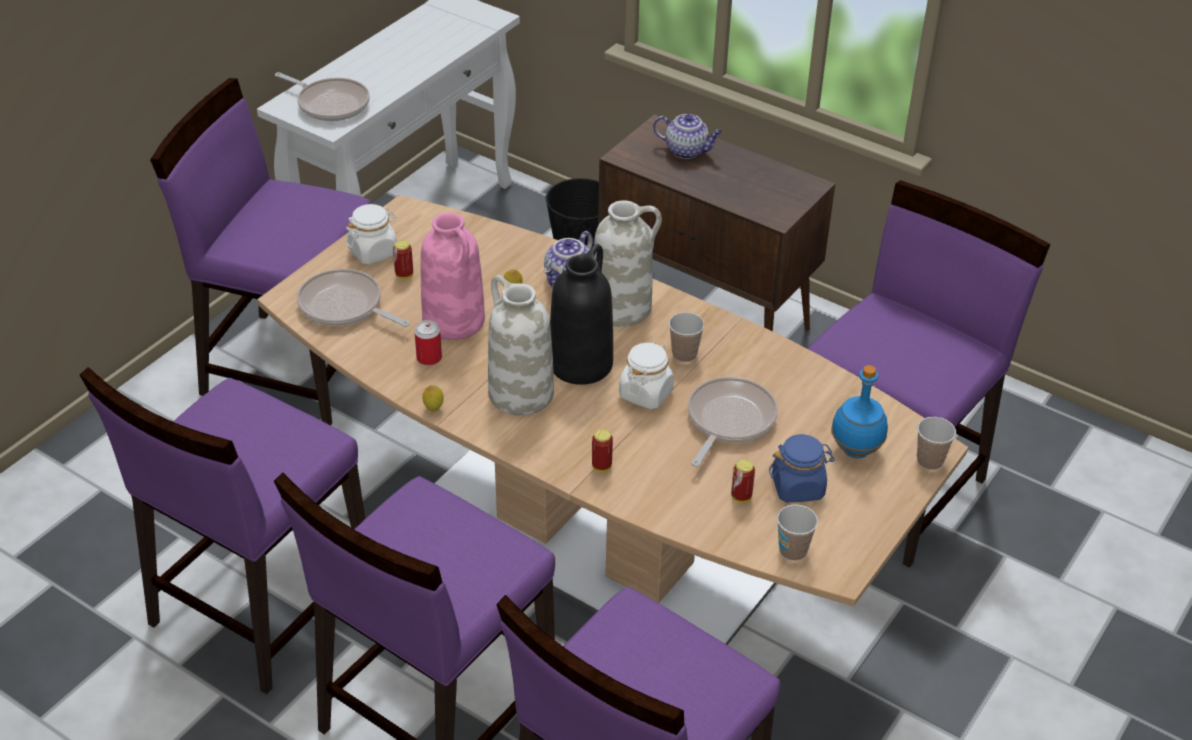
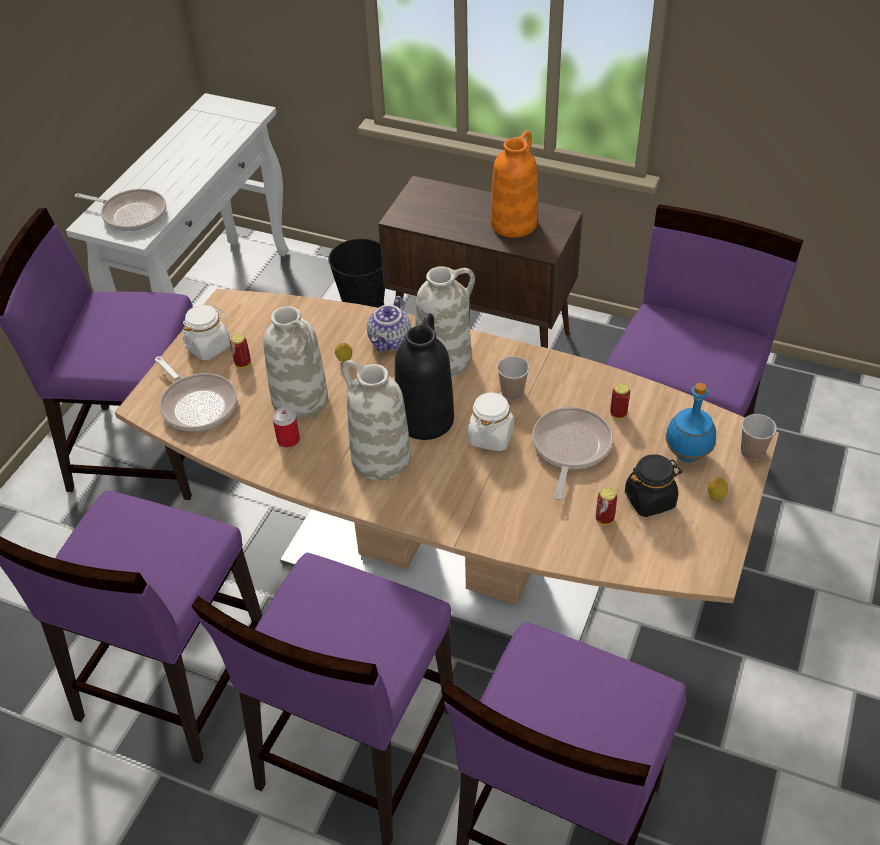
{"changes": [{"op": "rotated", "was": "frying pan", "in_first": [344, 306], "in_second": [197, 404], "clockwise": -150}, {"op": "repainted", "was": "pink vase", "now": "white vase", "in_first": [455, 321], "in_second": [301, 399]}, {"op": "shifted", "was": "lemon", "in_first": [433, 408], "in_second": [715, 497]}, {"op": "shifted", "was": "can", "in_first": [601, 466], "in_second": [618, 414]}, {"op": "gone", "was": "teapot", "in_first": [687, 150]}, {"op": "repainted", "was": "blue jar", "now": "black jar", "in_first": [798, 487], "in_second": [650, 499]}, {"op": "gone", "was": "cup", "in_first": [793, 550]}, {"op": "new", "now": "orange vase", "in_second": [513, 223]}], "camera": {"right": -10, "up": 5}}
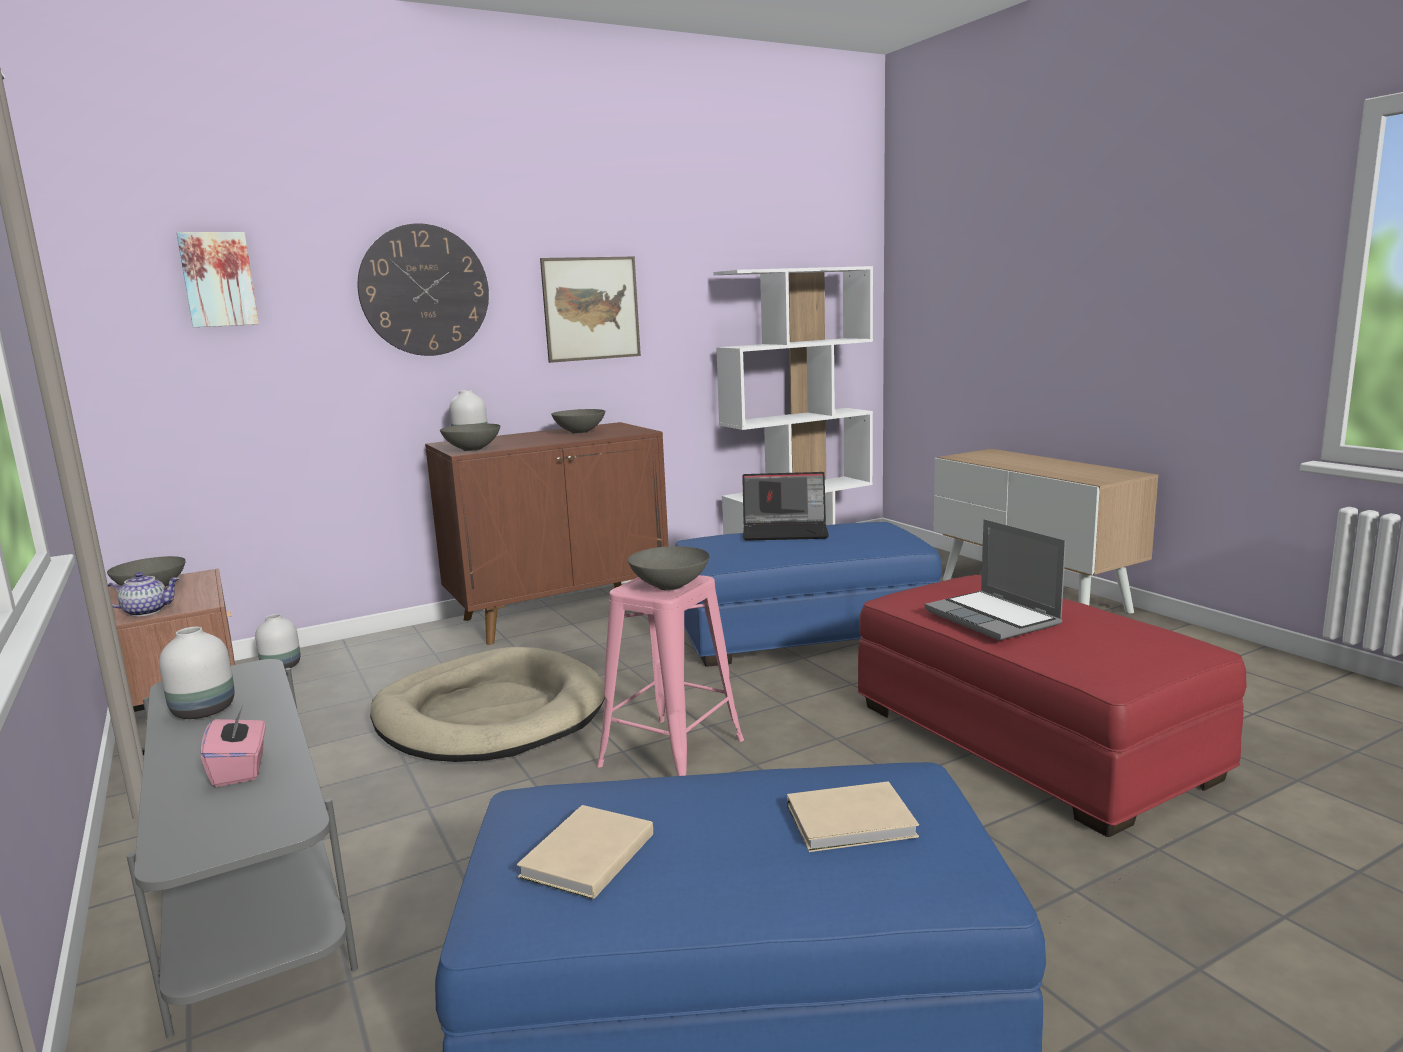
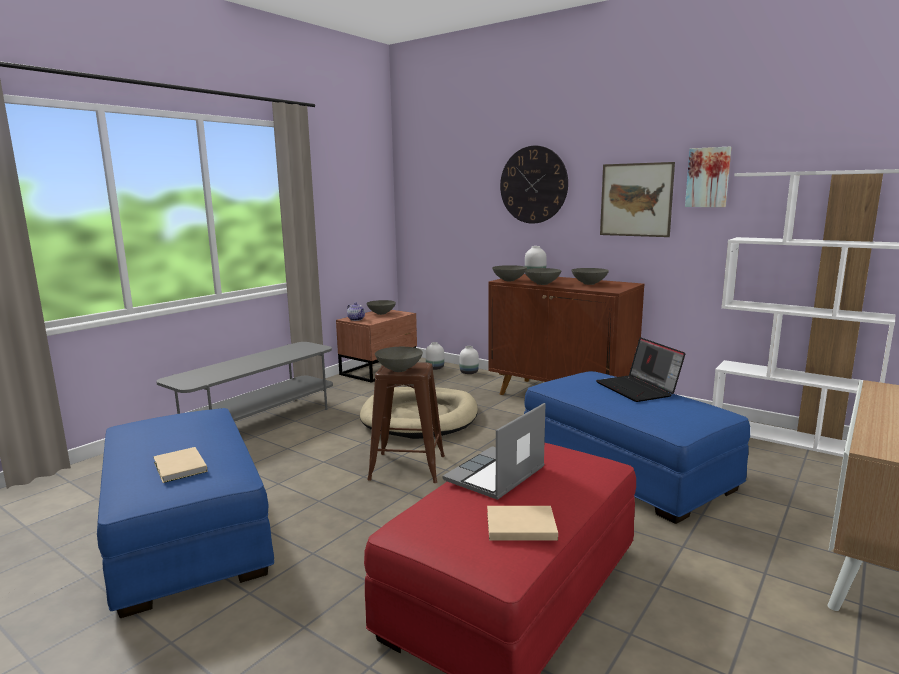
{"changes": [{"op": "shifted", "was": "white vase", "in_first": [205, 710], "in_second": [469, 372]}, {"op": "shifted", "was": "picture", "in_first": [218, 279], "in_second": [708, 177]}, {"op": "gone", "was": "pink tissue box", "in_first": [240, 769]}, {"op": "shifted", "was": "beige book", "in_first": [584, 856], "in_second": [519, 525]}, {"op": "repainted", "was": "pink stool", "now": "brown stool", "in_first": [671, 753], "in_second": [407, 467]}, {"op": "new", "now": "grey bowl", "in_second": [542, 284]}], "camera": {"right": 65, "up": 0}}
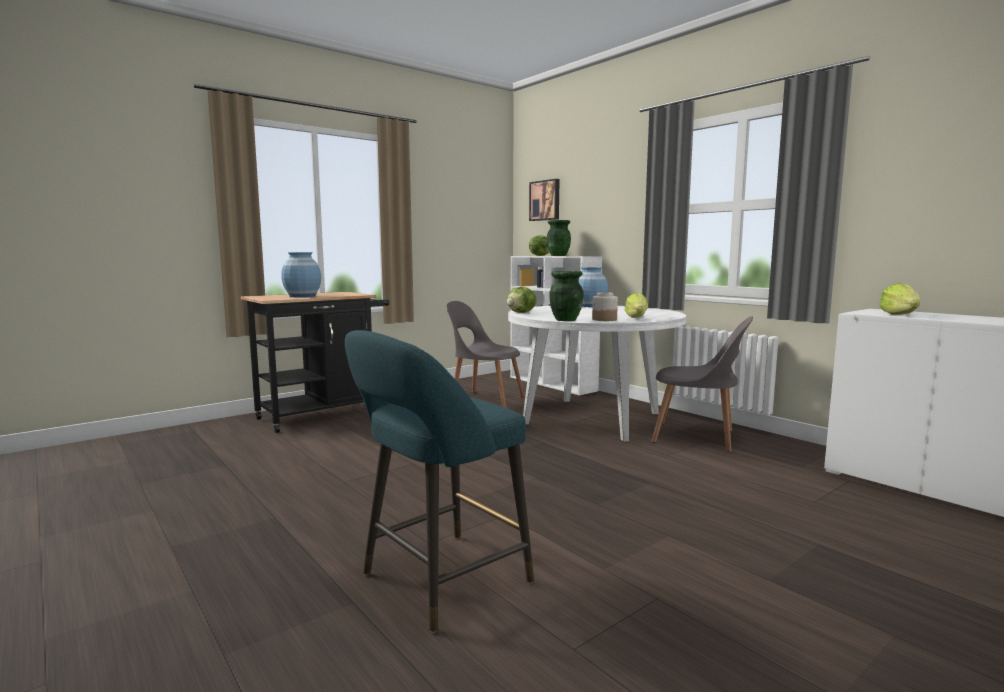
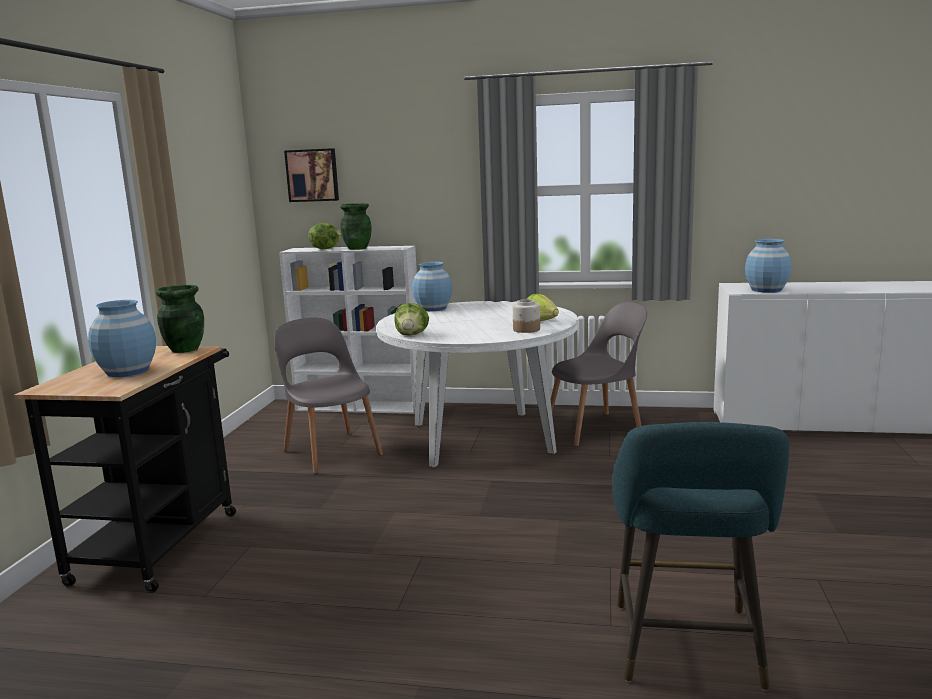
{"changes": [{"op": "rotated", "was": "grey chair", "in_first": [484, 400], "in_second": [331, 451], "clockwise": 75}, {"op": "shifted", "was": "green vase", "in_first": [565, 320], "in_second": [184, 349]}, {"op": "swapped", "was": "lettuce", "now": "blue vase", "in_first": [900, 315], "in_second": [766, 290]}], "camera": {"right": -40, "up": 5}}
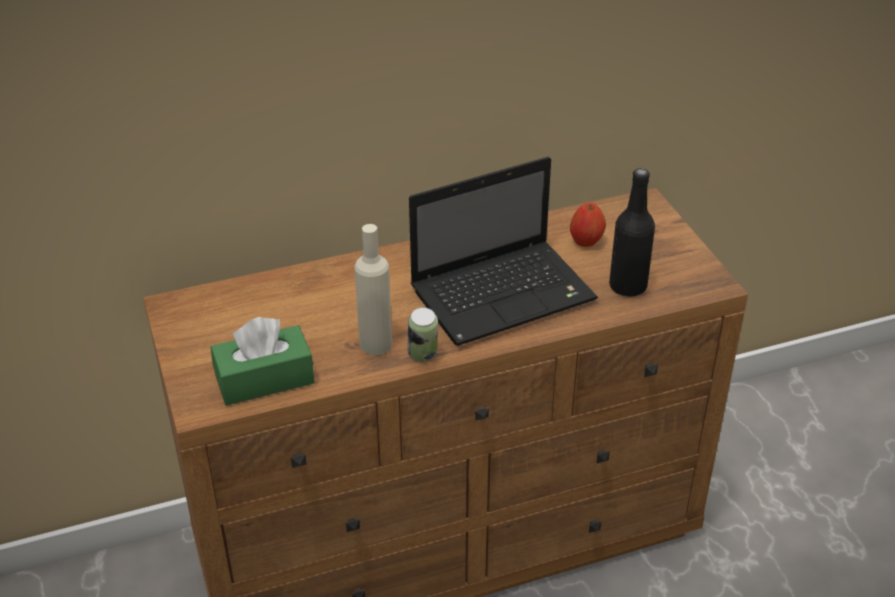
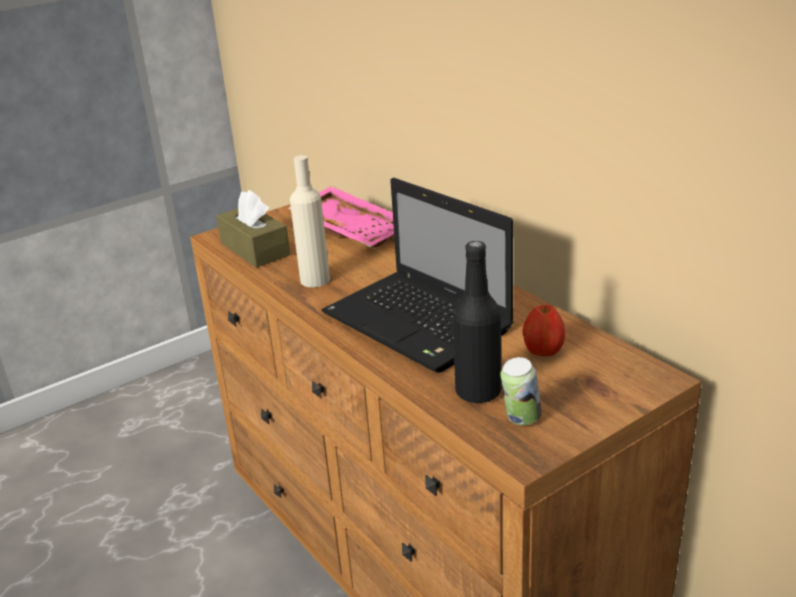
{"changes": [{"op": "repainted", "was": "green tissue box", "now": "brown tissue box", "in_first": [264, 379], "in_second": [255, 249]}, {"op": "shifted", "was": "can", "in_first": [423, 356], "in_second": [520, 419]}, {"op": "new", "now": "pink tray", "in_second": [352, 229]}], "camera": {"right": 75, "up": -10}}
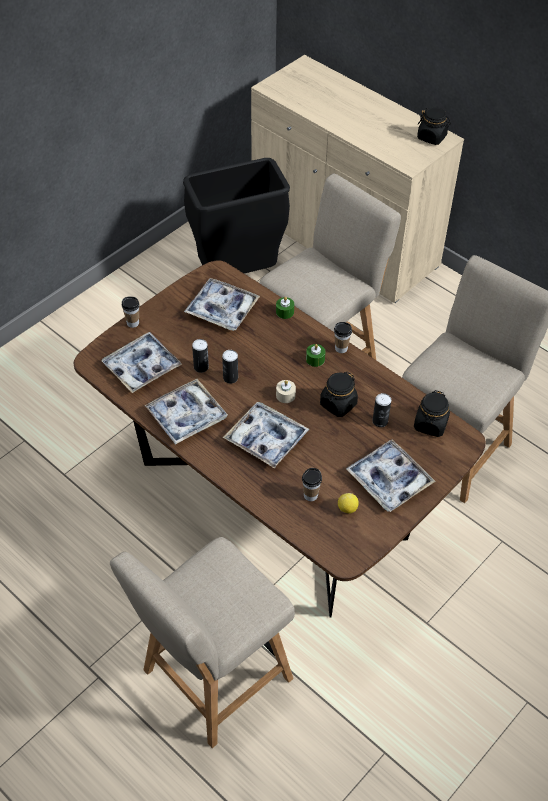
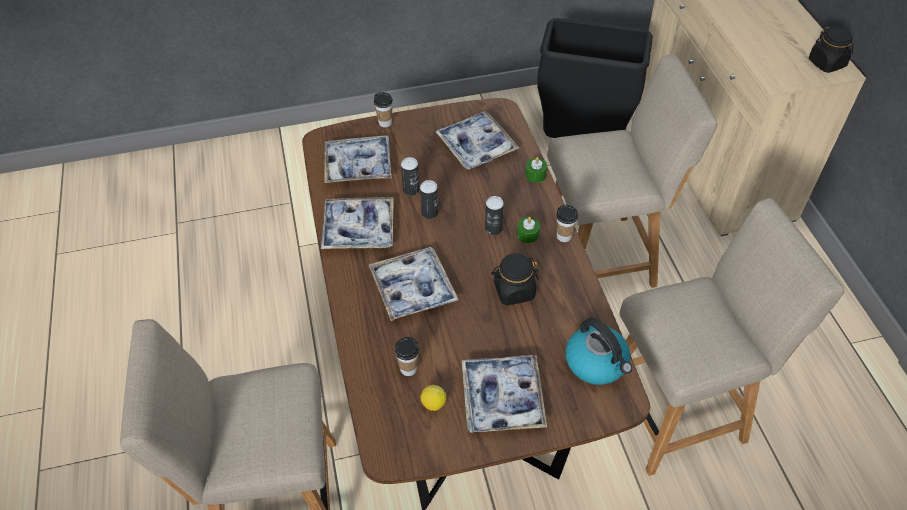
{"changes": [{"op": "gone", "was": "beige candle", "in_first": [285, 395]}, {"op": "shifted", "was": "can", "in_first": [380, 421], "in_second": [493, 229]}, {"op": "swapped", "was": "black jar", "now": "kettle", "in_first": [430, 424], "in_second": [597, 363]}], "camera": {"right": 35, "up": 0}}
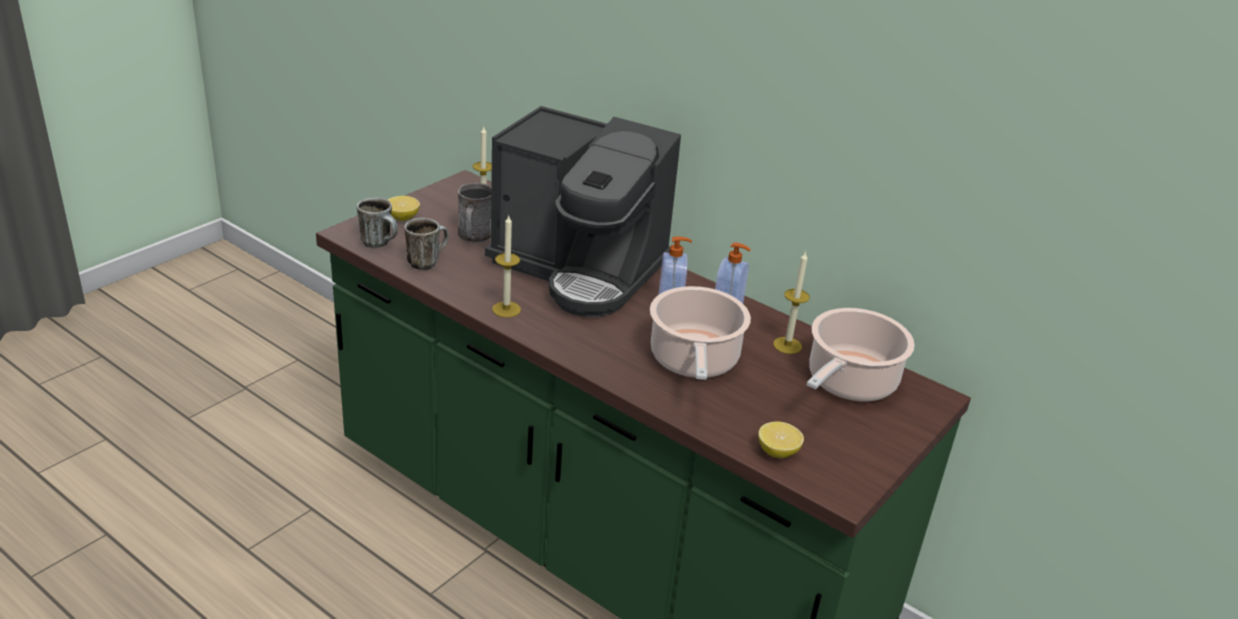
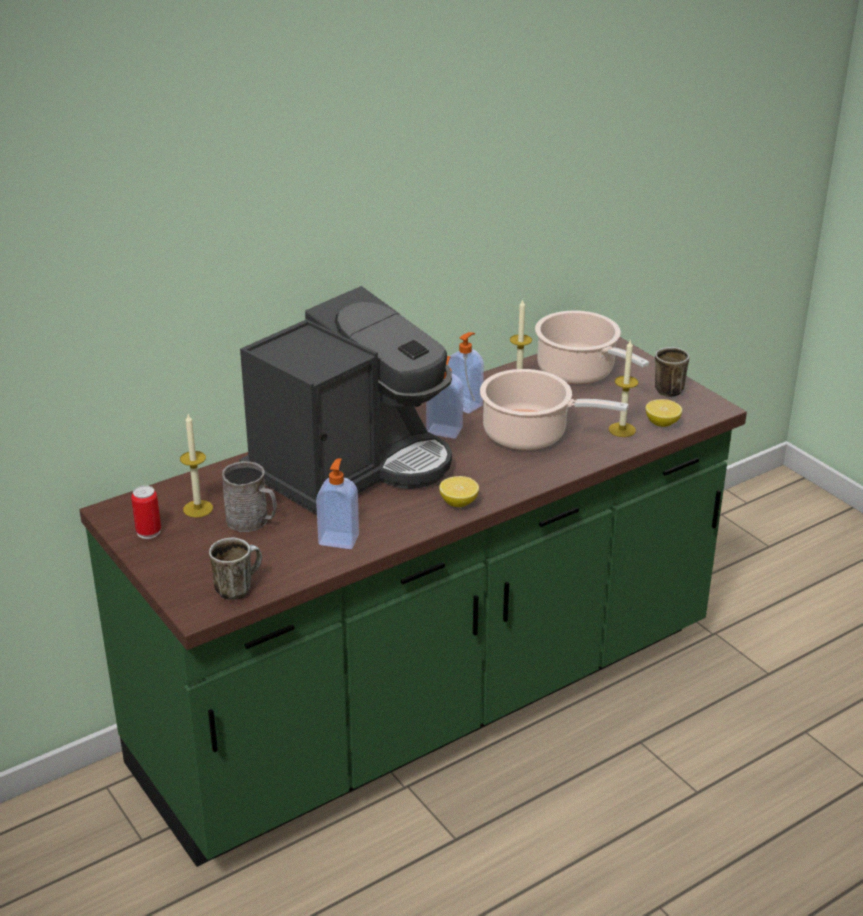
{"changes": [{"op": "shifted", "was": "lemon", "in_first": [402, 218], "in_second": [458, 502]}, {"op": "shifted", "was": "mug", "in_first": [427, 261], "in_second": [664, 389]}, {"op": "shifted", "was": "candle", "in_first": [506, 309], "in_second": [622, 430]}, {"op": "new", "now": "can", "in_second": [148, 532]}, {"op": "new", "now": "soap dispenser", "in_second": [339, 539]}], "camera": {"right": -70, "up": 0}}
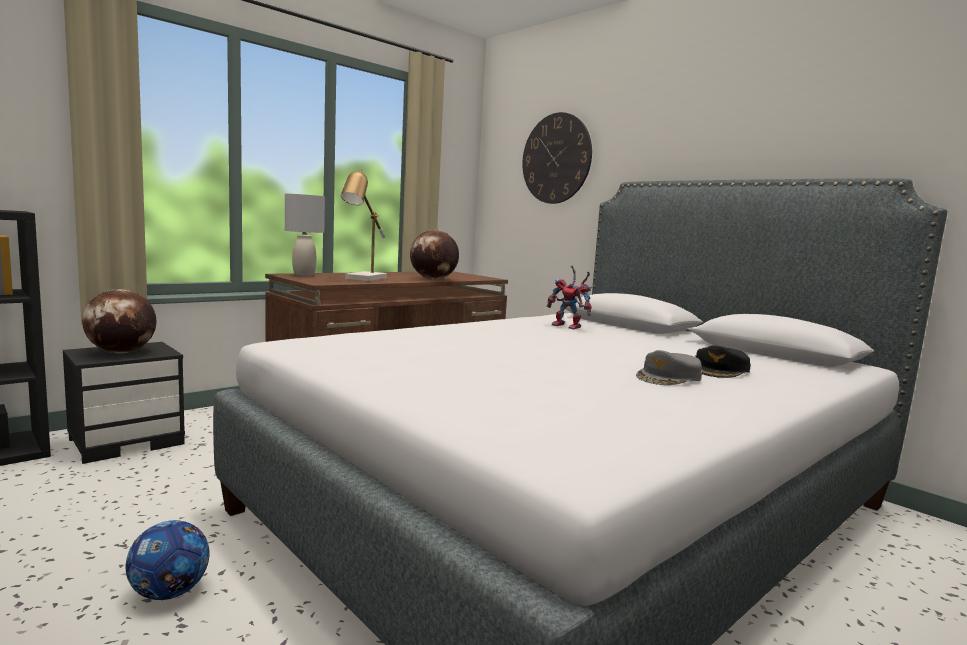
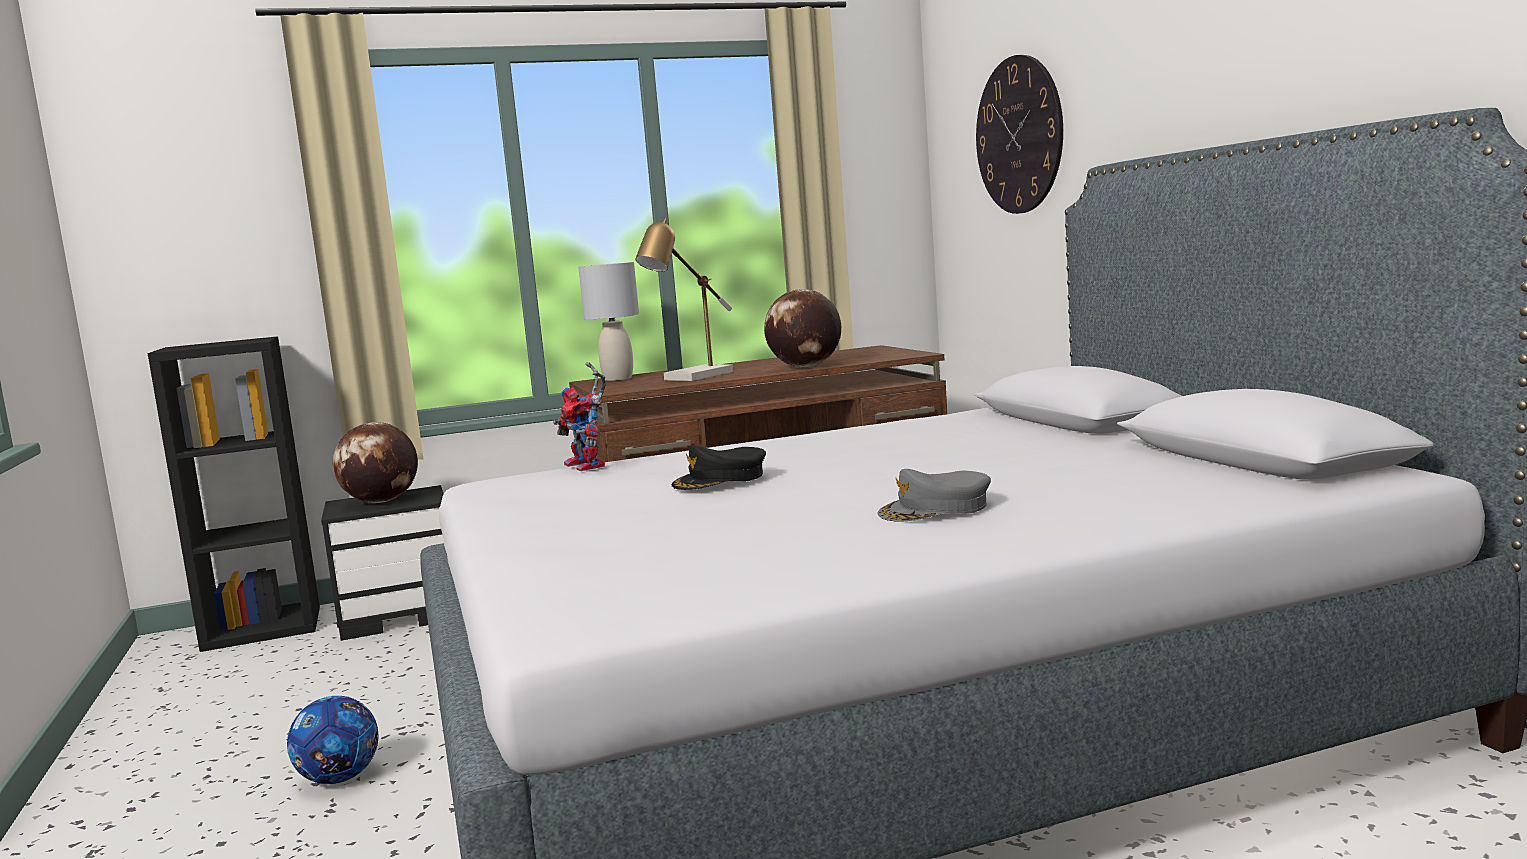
{"changes": [{"op": "shifted", "was": "toy robot", "in_first": [569, 326], "in_second": [590, 466]}, {"op": "shifted", "was": "black cap", "in_first": [720, 370], "in_second": [720, 479]}], "camera": {"right": 25, "up": 0}}
